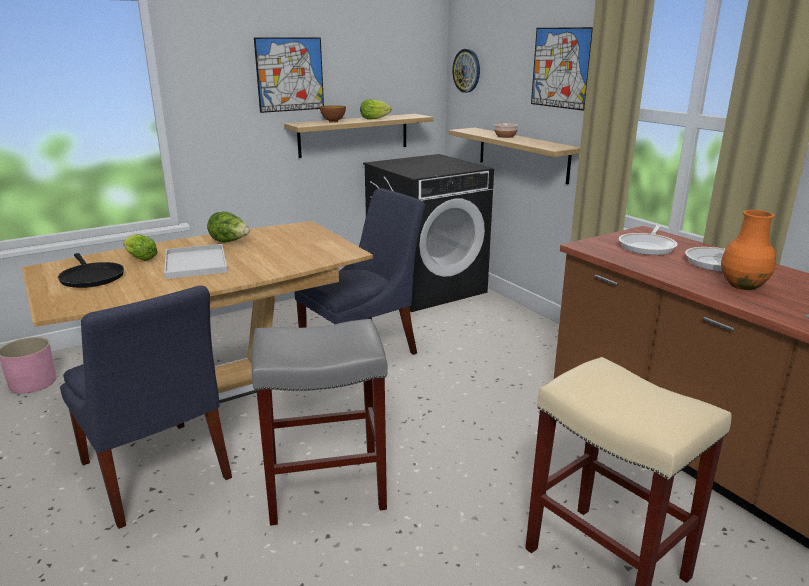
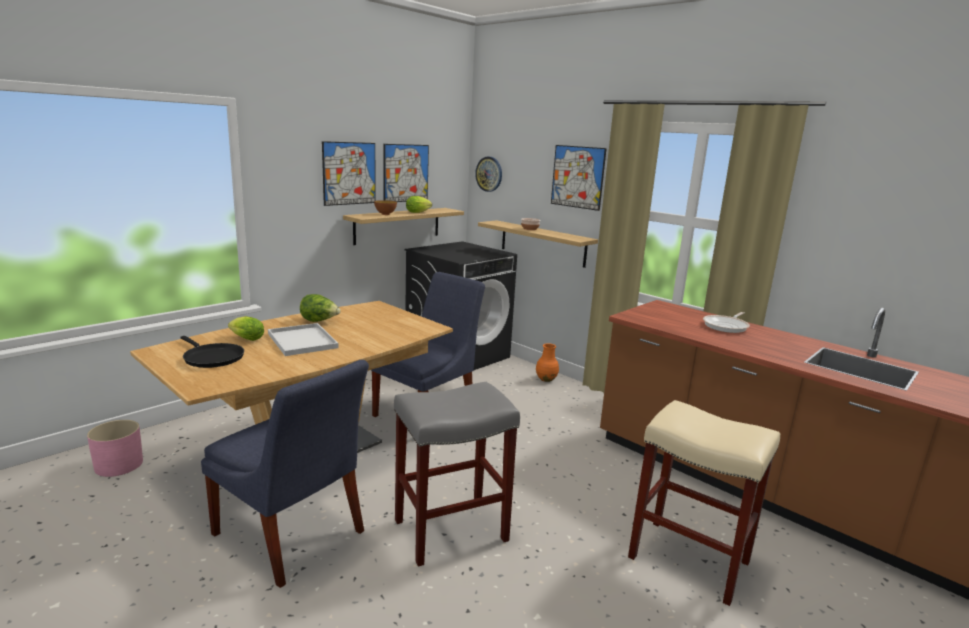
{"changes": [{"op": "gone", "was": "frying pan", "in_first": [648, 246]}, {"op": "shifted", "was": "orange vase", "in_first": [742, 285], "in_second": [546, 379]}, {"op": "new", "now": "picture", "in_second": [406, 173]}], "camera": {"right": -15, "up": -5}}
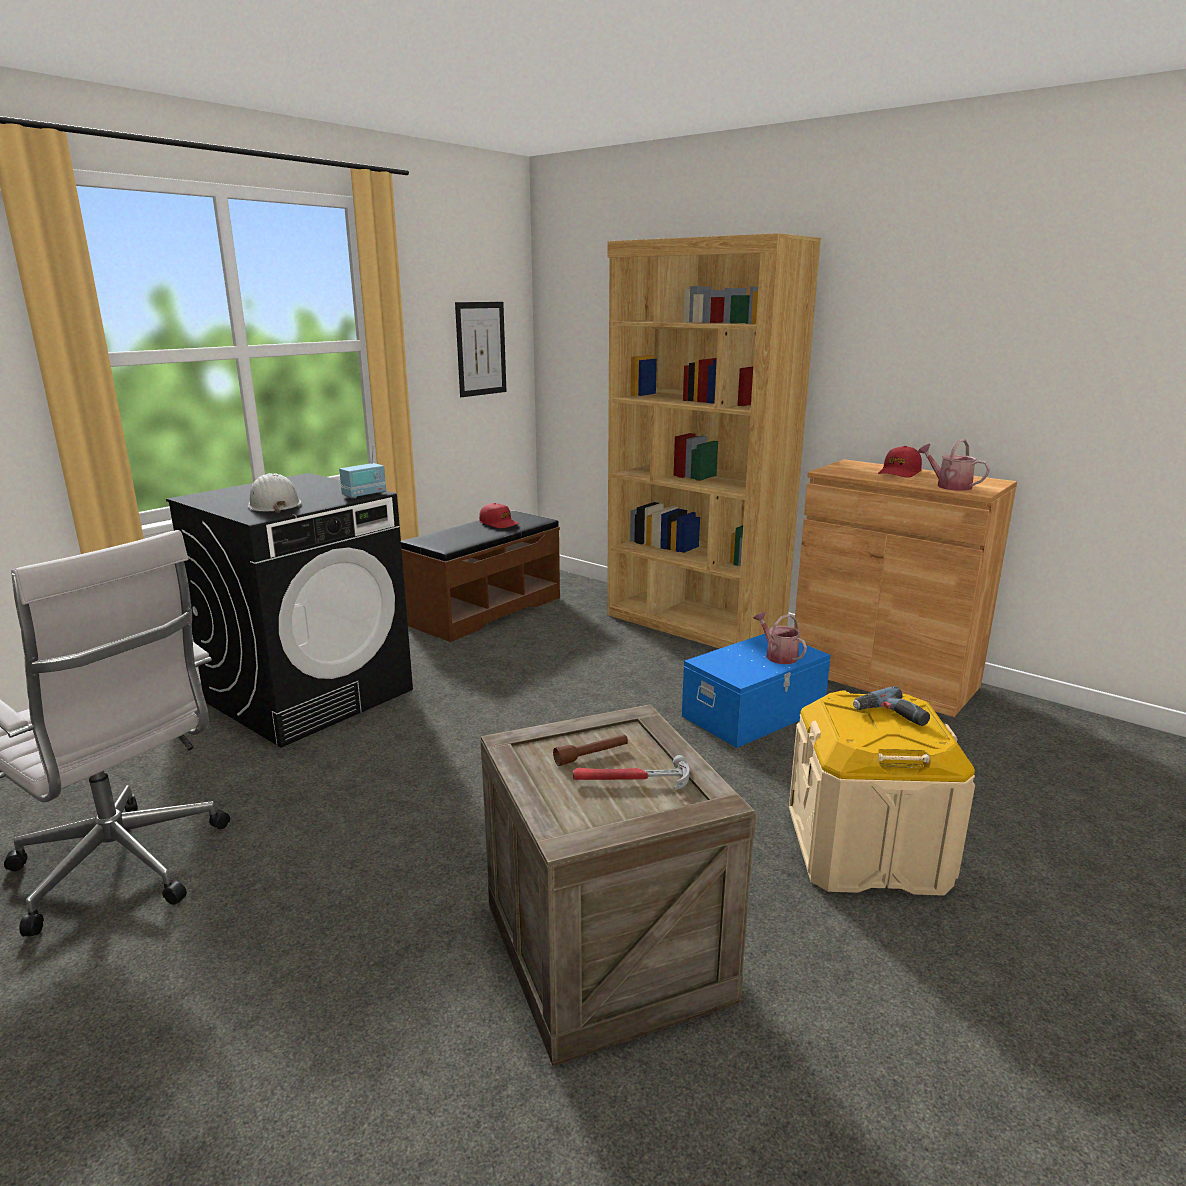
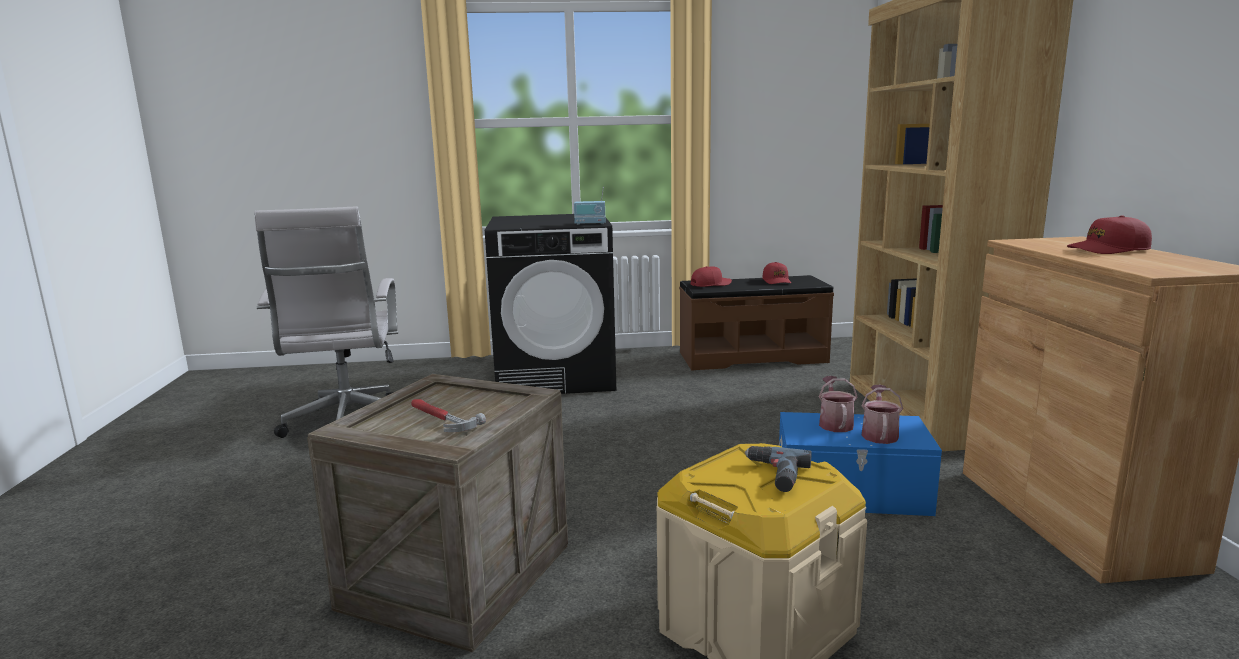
{"changes": [{"op": "gone", "was": "white hard hat", "in_first": [274, 505]}, {"op": "gone", "was": "picture", "in_first": [481, 349]}, {"op": "gone", "was": "brown flashlight", "in_first": [591, 755]}, {"op": "shifted", "was": "watering can", "in_first": [949, 486], "in_second": [835, 423]}, {"op": "new", "now": "red cap", "in_second": [711, 284]}], "camera": {"right": 45, "up": -5}}
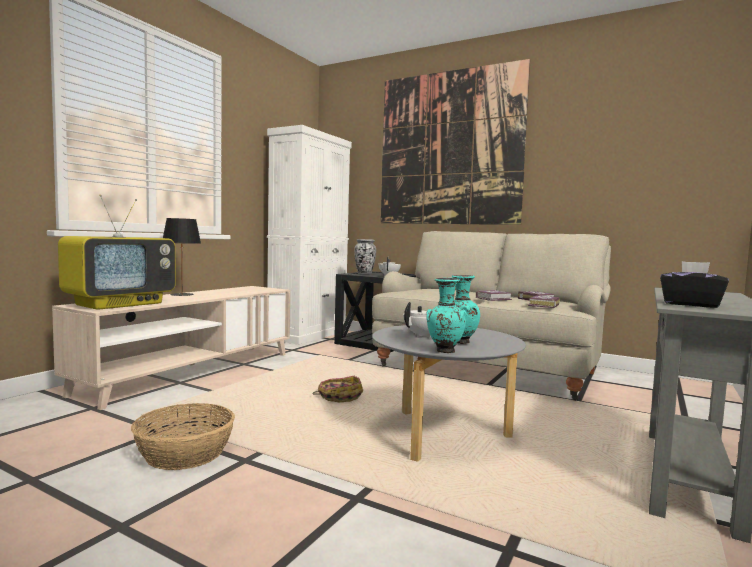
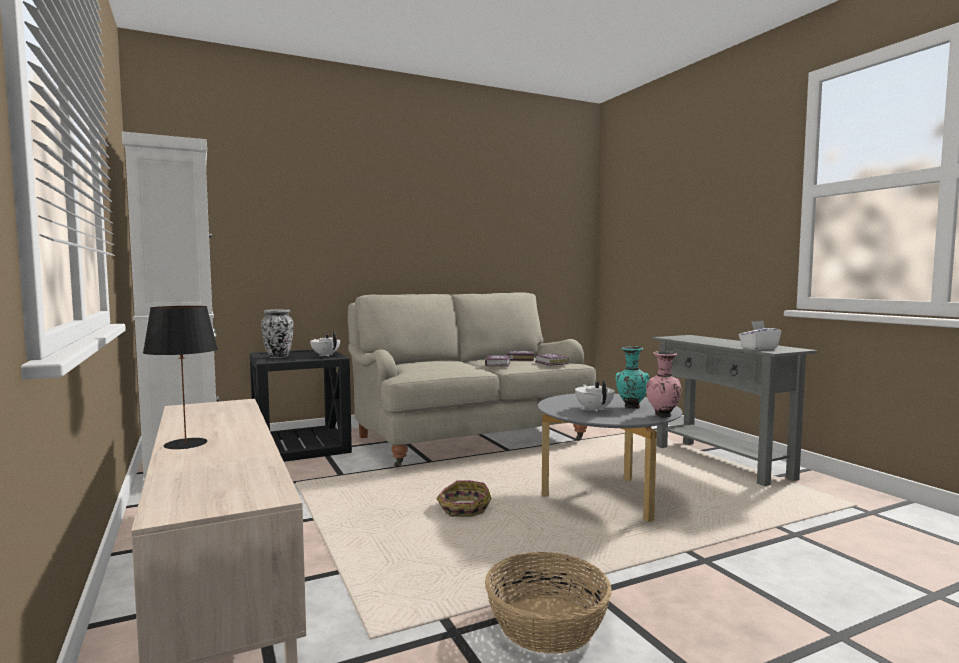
{"changes": [{"op": "gone", "was": "television", "in_first": [120, 304]}, {"op": "gone", "was": "picture", "in_first": [449, 148]}, {"op": "repainted", "was": "turquoise vase", "now": "pink vase", "in_first": [444, 351], "in_second": [663, 416]}, {"op": "repainted", "was": "black tissue box", "now": "white tissue box", "in_first": [691, 304], "in_second": [758, 348]}], "camera": {"right": -55, "up": 0}}
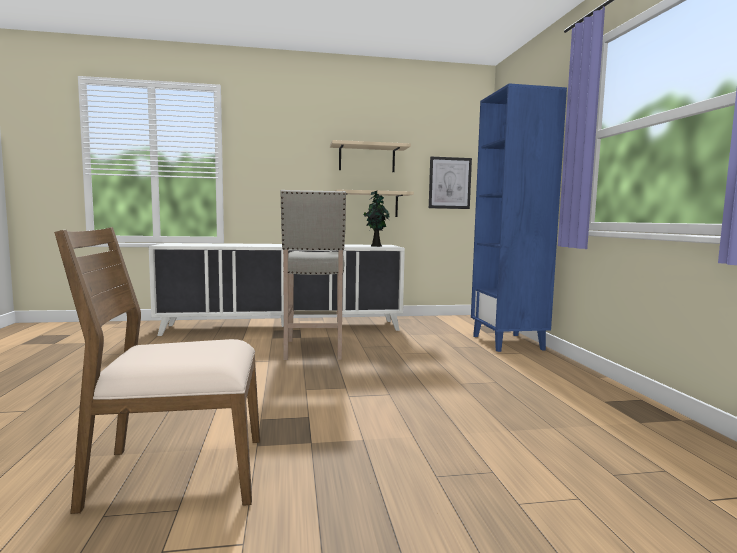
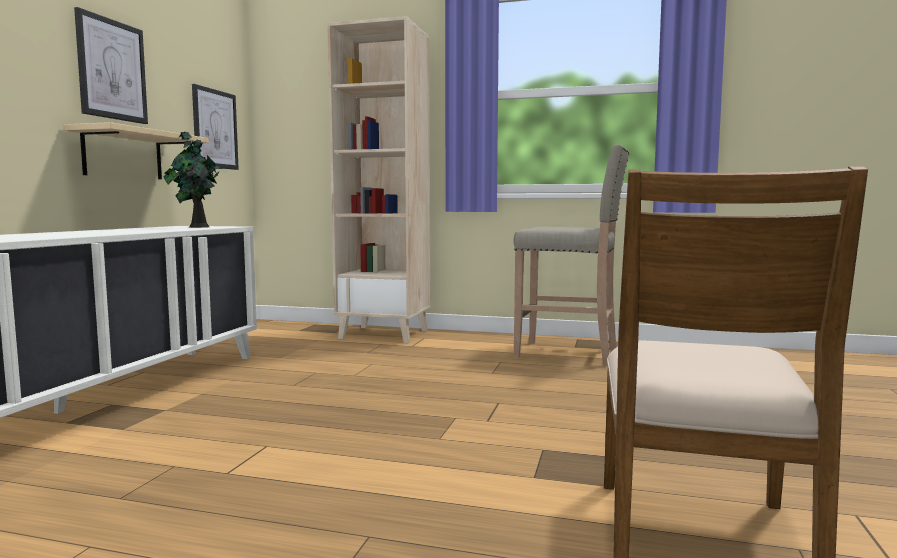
{"changes": [{"op": "shifted", "was": "beige stool", "in_first": [313, 350], "in_second": [569, 353]}, {"op": "swapped", "was": "beige shelf", "now": "picture", "in_first": [367, 158], "in_second": [112, 69]}, {"op": "repainted", "was": "blue bookcase", "now": "beige bookcase", "in_first": [508, 343], "in_second": [385, 334]}], "camera": {"right": -65, "up": 0}}
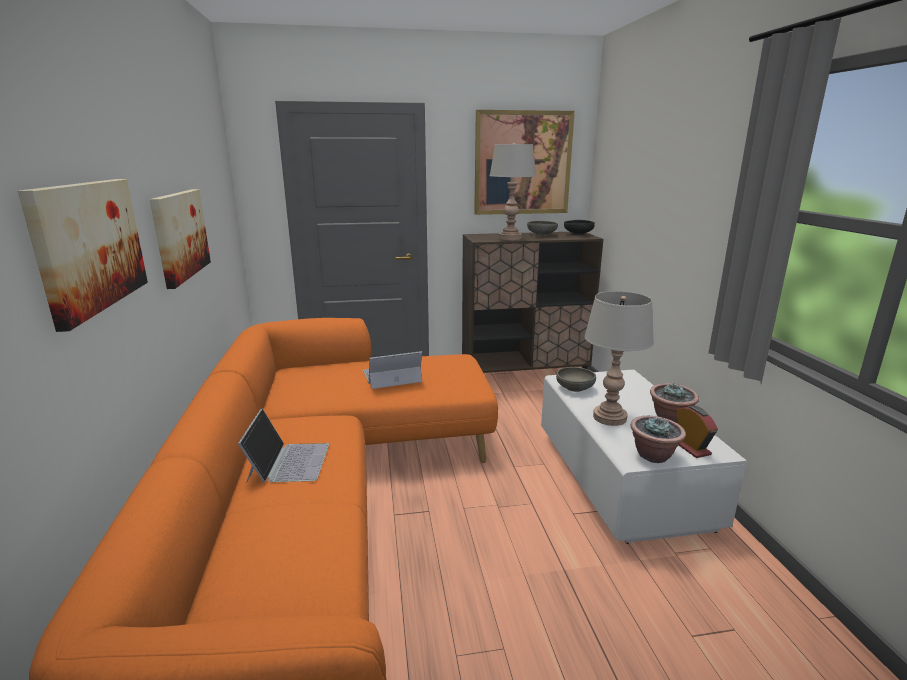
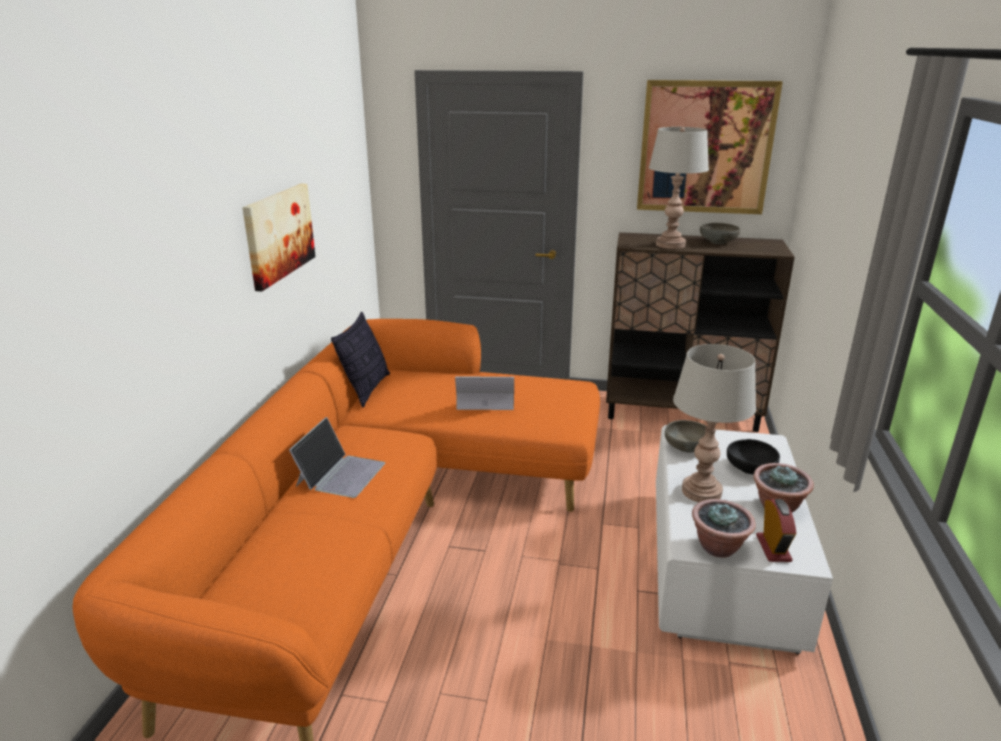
{"changes": [{"op": "gone", "was": "picture", "in_first": [89, 246]}, {"op": "shifted", "was": "black bowl", "in_first": [578, 234], "in_second": [750, 468]}, {"op": "new", "now": "pillow", "in_second": [366, 389]}], "camera": {"right": 20, "up": 5}}
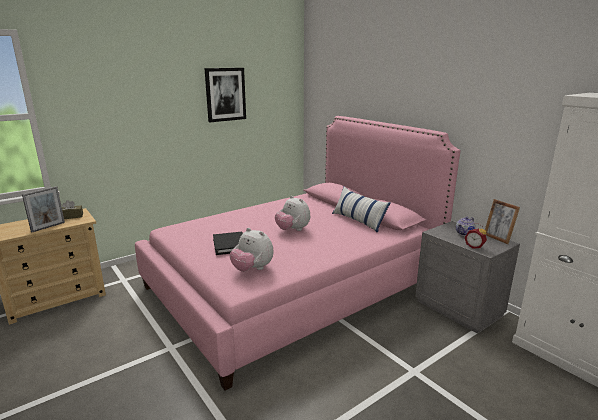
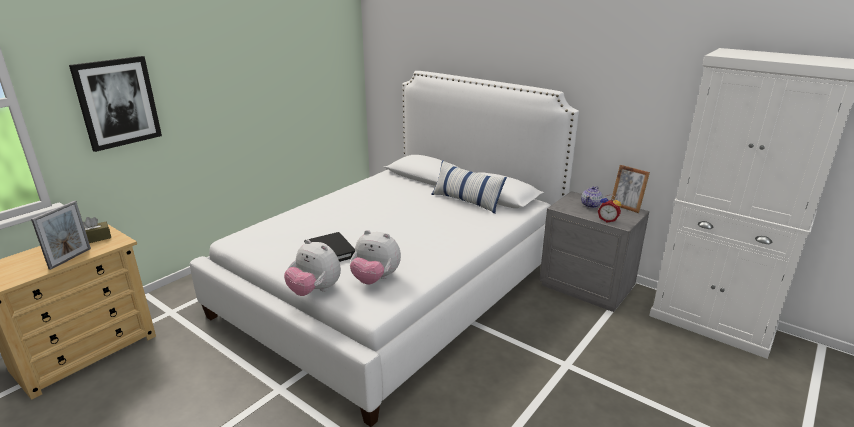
{"changes": [{"op": "repainted", "was": "pink bed", "now": "white bed", "in_first": [293, 285], "in_second": [396, 286]}, {"op": "shifted", "was": "picture", "in_first": [225, 94], "in_second": [117, 102]}, {"op": "shifted", "was": "plush toy", "in_first": [292, 230], "in_second": [315, 291]}], "camera": {"right": -15, "up": 5}}
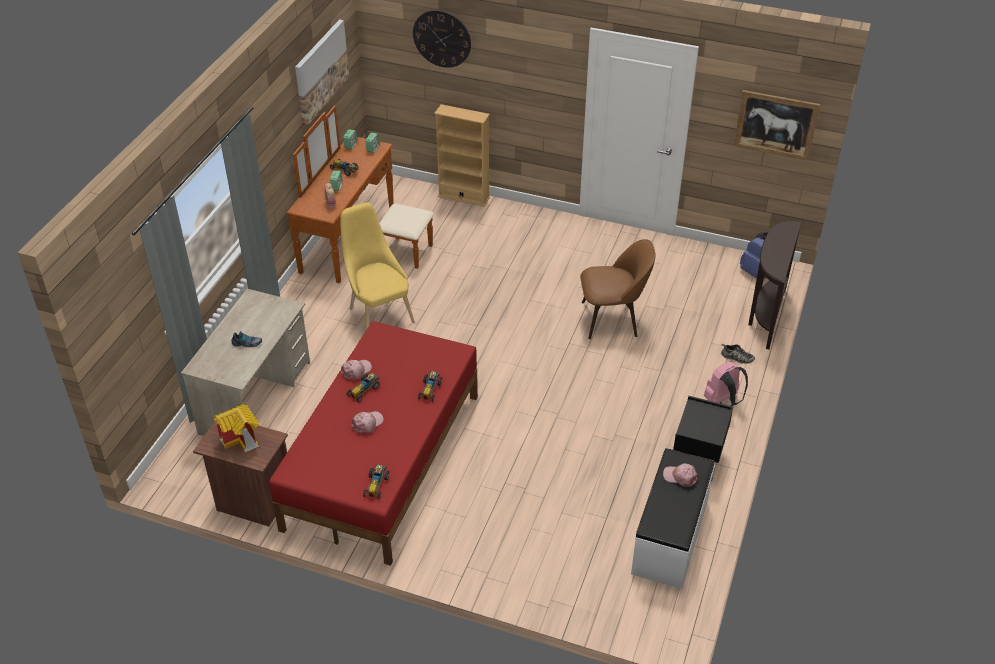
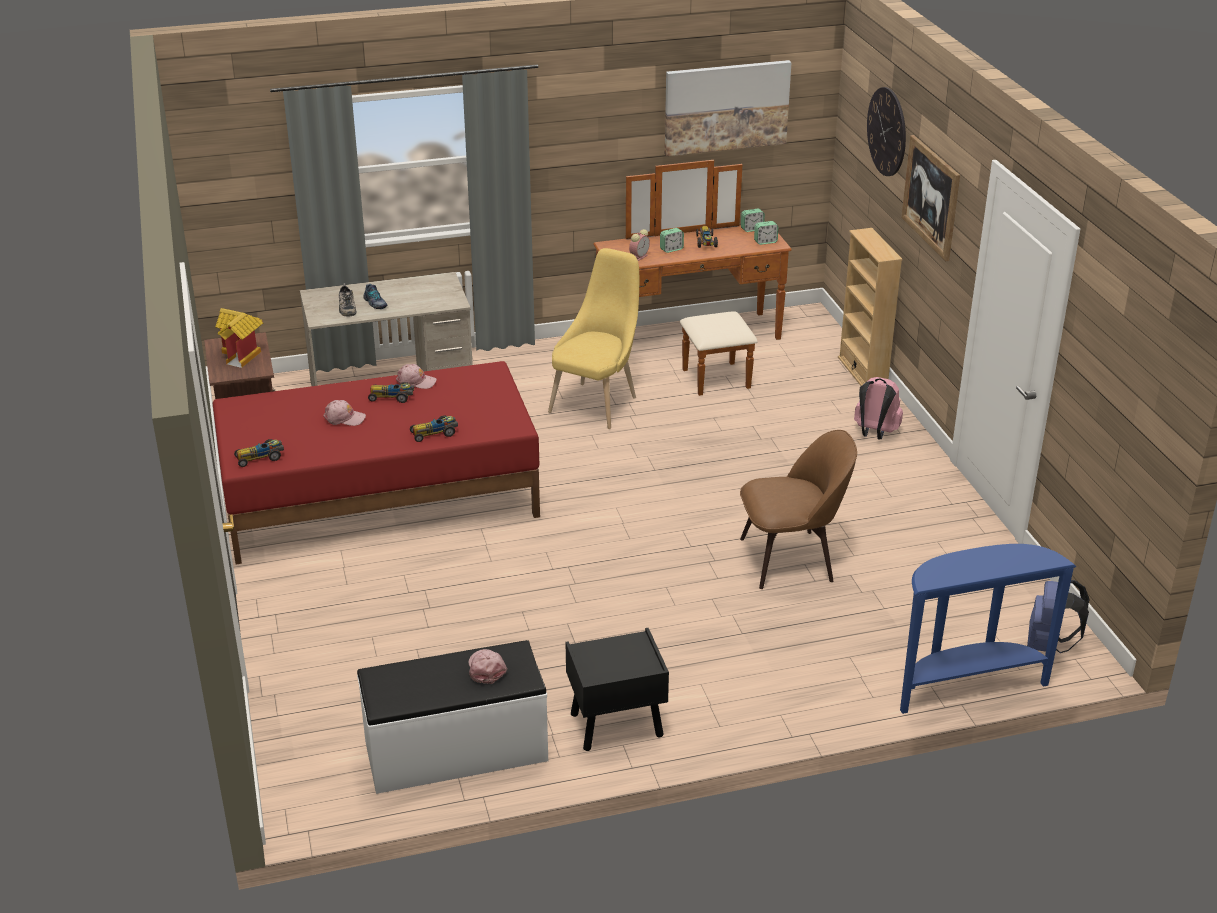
{"changes": [{"op": "rotated", "was": "brown chair", "in_first": [612, 319], "in_second": [791, 559], "clockwise": -60}, {"op": "shifted", "was": "pink backpack", "in_first": [723, 401], "in_second": [874, 433]}, {"op": "shifted", "was": "shoe", "in_first": [736, 357], "in_second": [346, 307]}, {"op": "shifted", "was": "picture", "in_first": [776, 125], "in_second": [931, 197]}, {"op": "repainted", "was": "brown console table", "now": "blue console table", "in_first": [765, 316], "in_second": [966, 685]}], "camera": {"right": 55, "up": -10}}
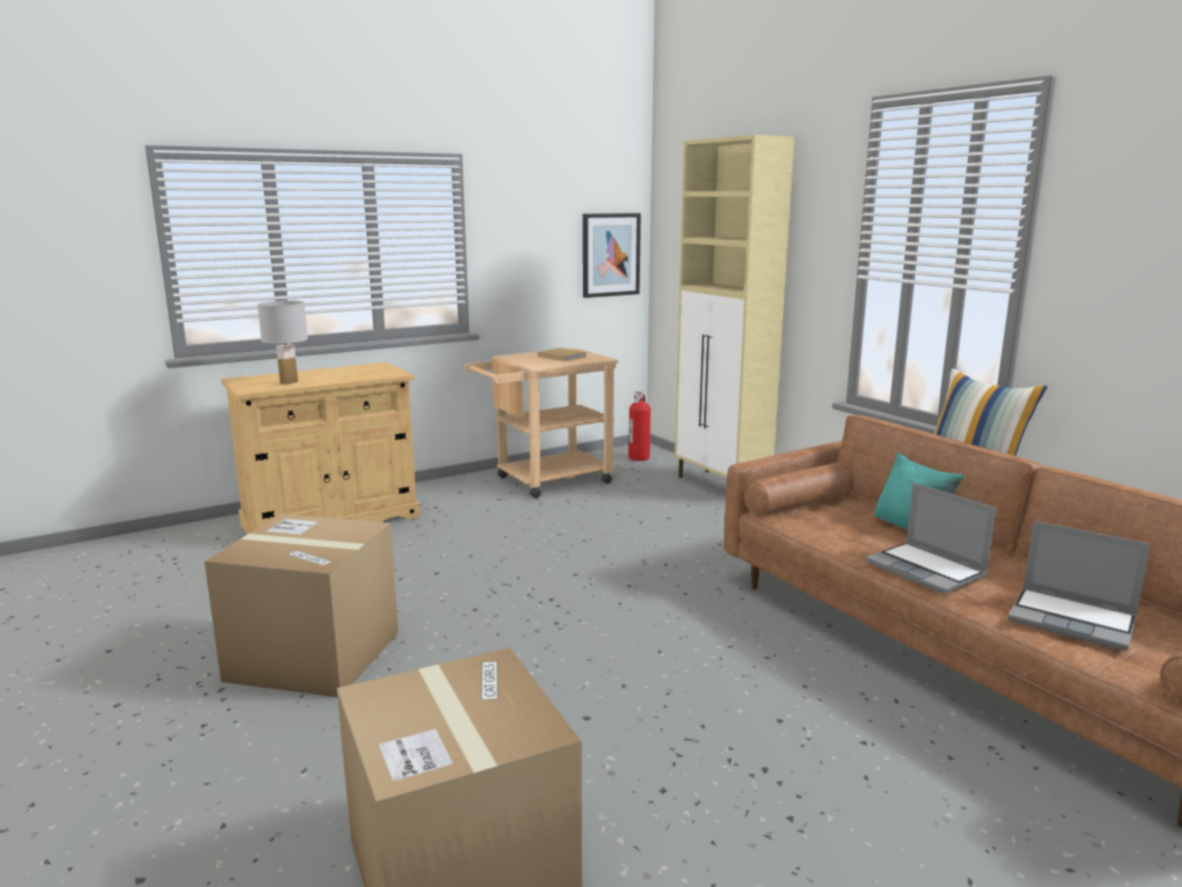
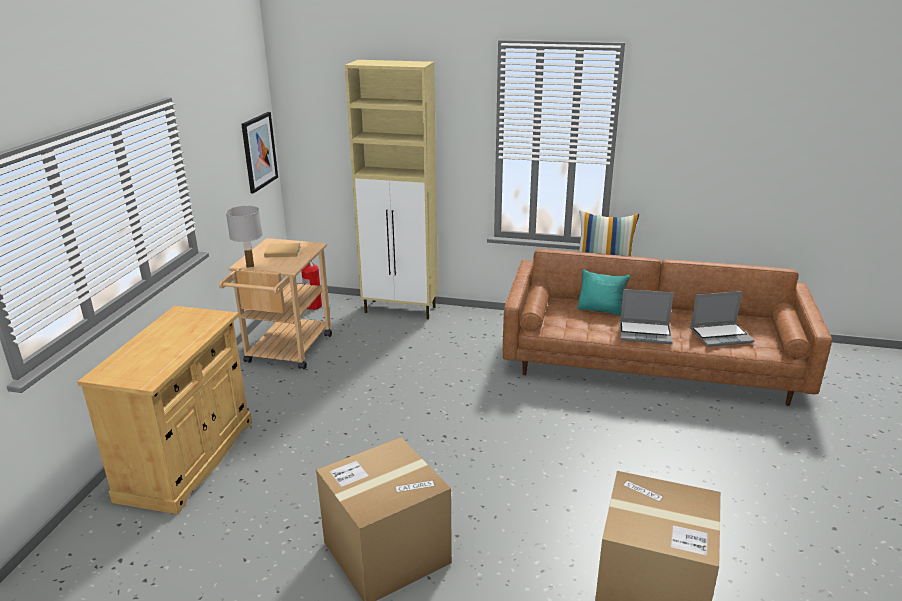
{"changes": [{"op": "shifted", "was": "white table lamp", "in_first": [289, 382], "in_second": [250, 265]}], "camera": {"right": -45, "up": 10}}
